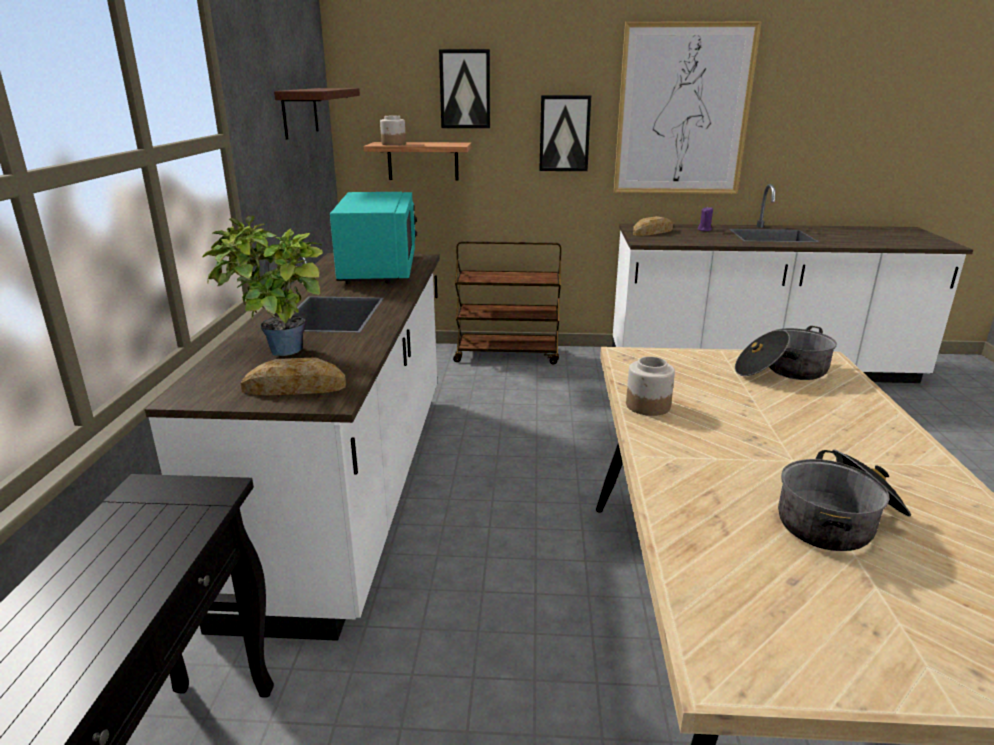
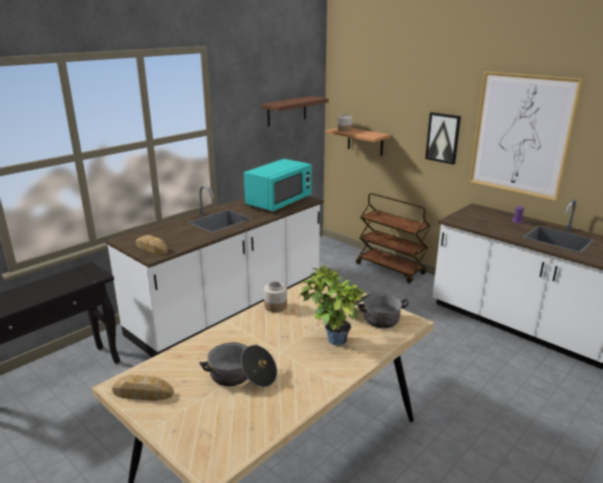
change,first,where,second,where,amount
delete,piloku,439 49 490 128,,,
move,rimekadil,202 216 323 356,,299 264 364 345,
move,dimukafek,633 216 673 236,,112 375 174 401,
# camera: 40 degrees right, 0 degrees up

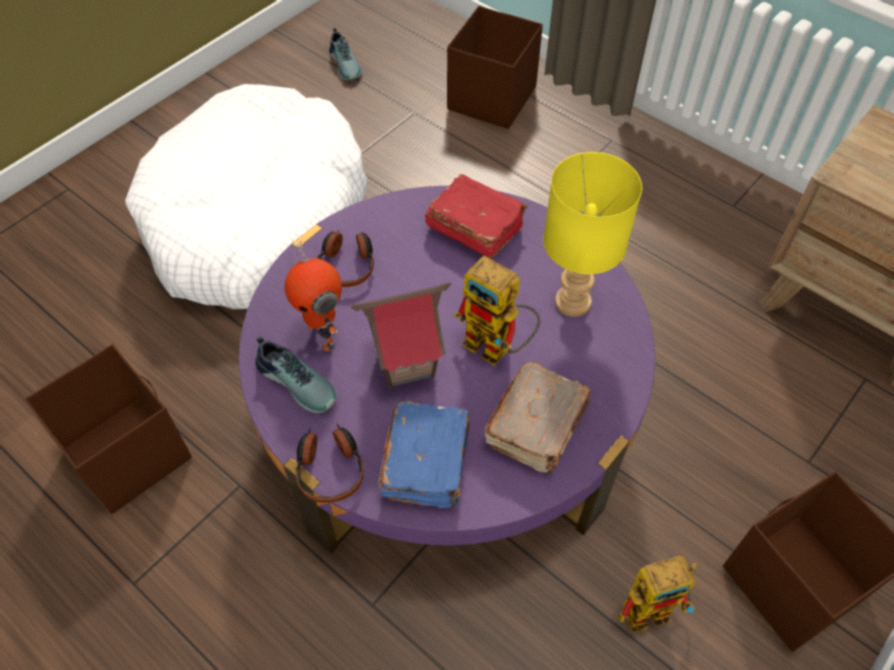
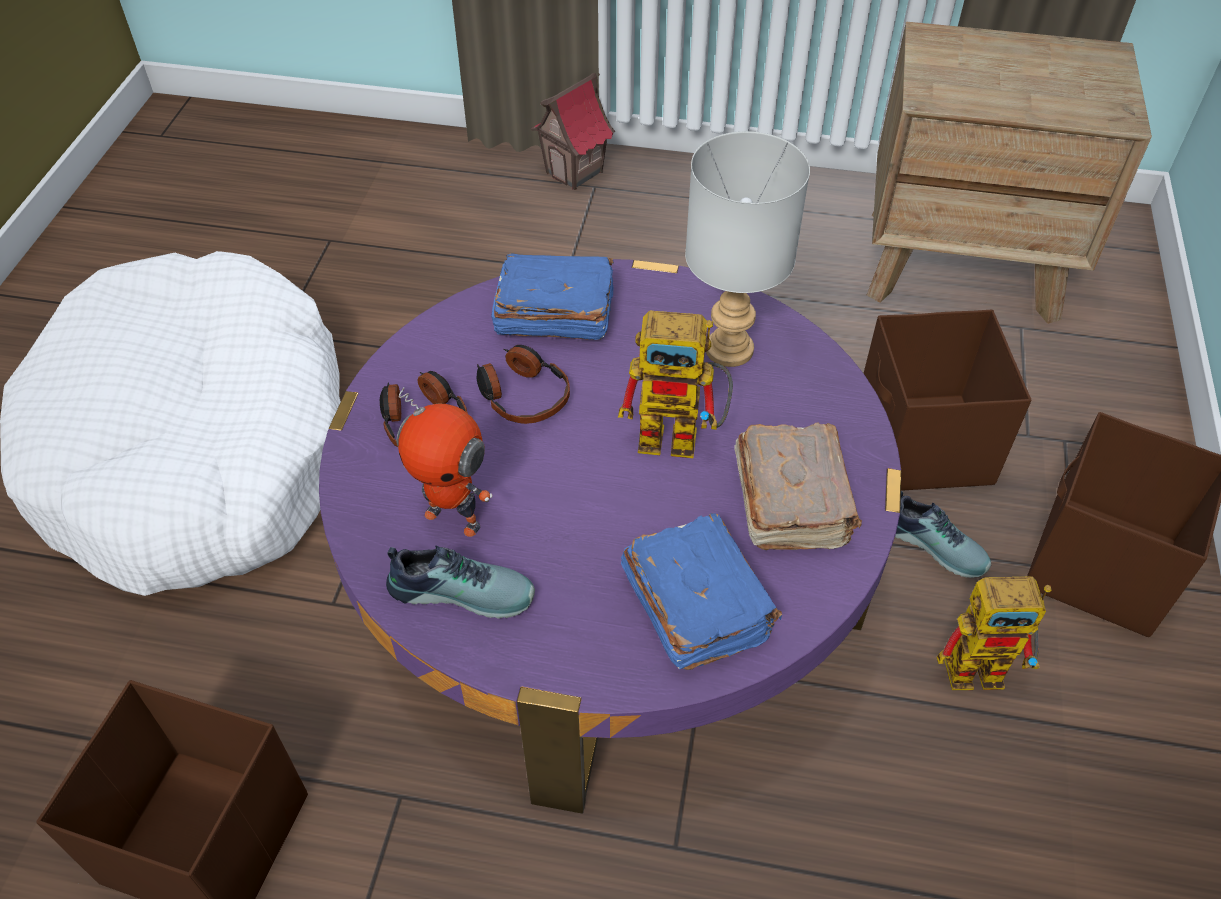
change,first,where,second,where,amount
move,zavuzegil,295 424 364 503,,477 345 570 424,
move,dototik,329 28 362 81,,895 491 991 578,
move,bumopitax,350 282 451 389,,531 73 616 190,
move,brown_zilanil,447 6 543 129,,864 309 1032 491,
recolor,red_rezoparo,425 174 527 258,blue_rezoparo,491 253 614 340,
recolor,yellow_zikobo,543 152 642 317,grey_zikobo,685 131 810 367,
rotate,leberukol,618 555 697 633,,937 576 1052 690,45 degrees clockwise
# camera: 30 degrees left, 5 degrees down

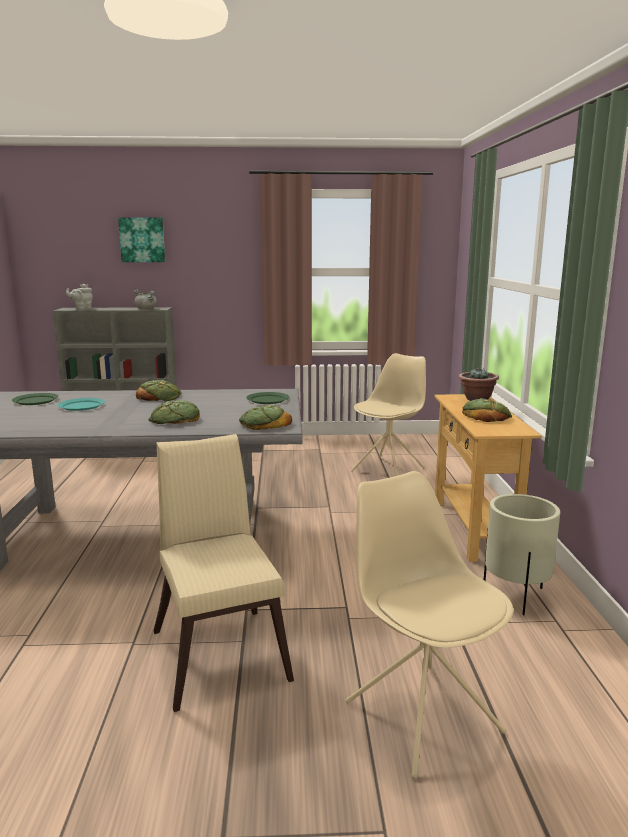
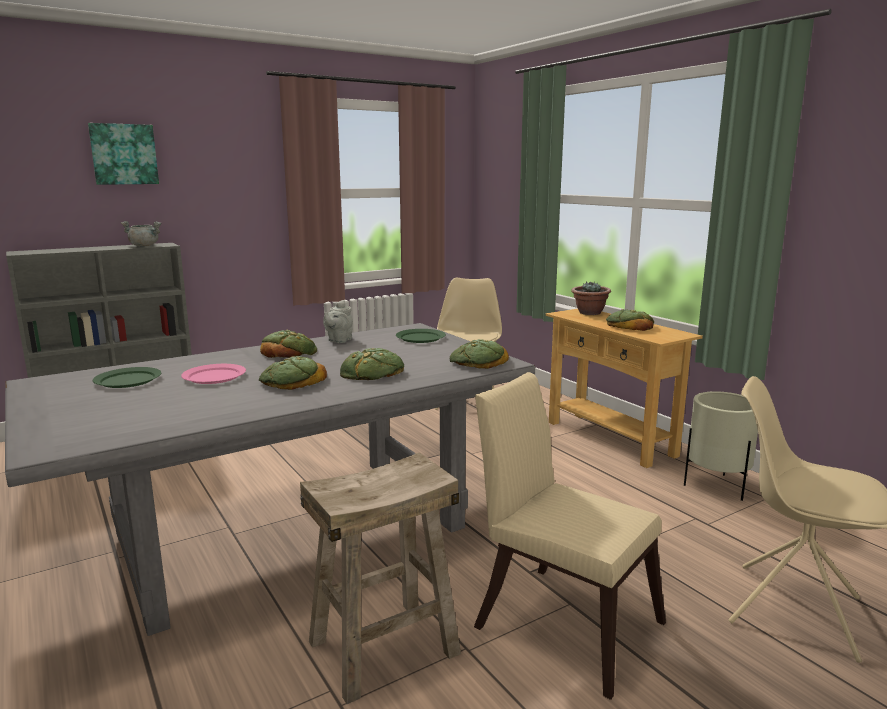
change,first,where,second,where,amount
insert,,,dimukafek,259 356 327 390,
insert,,,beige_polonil,300 452 461 704,
move,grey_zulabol,66 284 93 310,,323 300 353 343,
recolor,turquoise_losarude,58 398 105 411,pink_losarude,181 364 246 384,
# camera: 30 degrees left, 0 degrees up

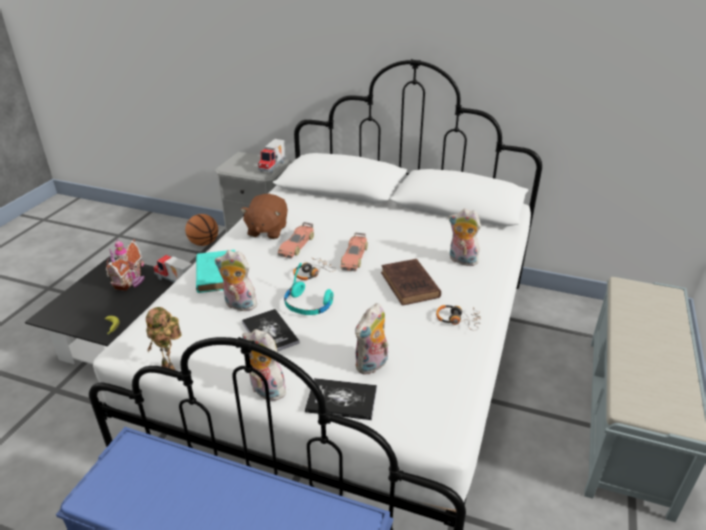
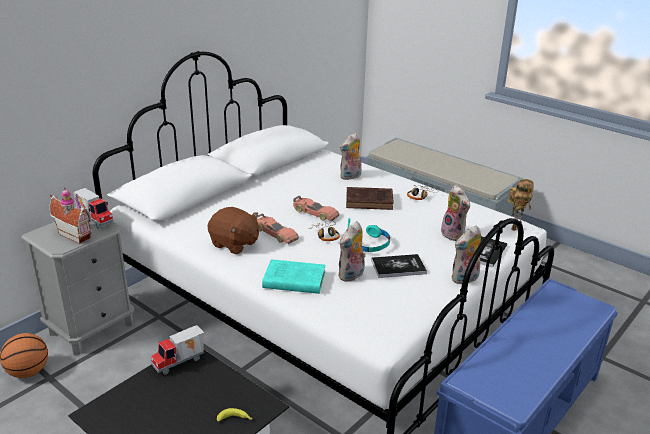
change,first,where,second,where,amount
move,bumopitax,106 239 145 291,,50 187 92 244,
move,leberukol,146 307 181 370,,508 179 533 231,
# camera: 70 degrees left, 5 degrees down

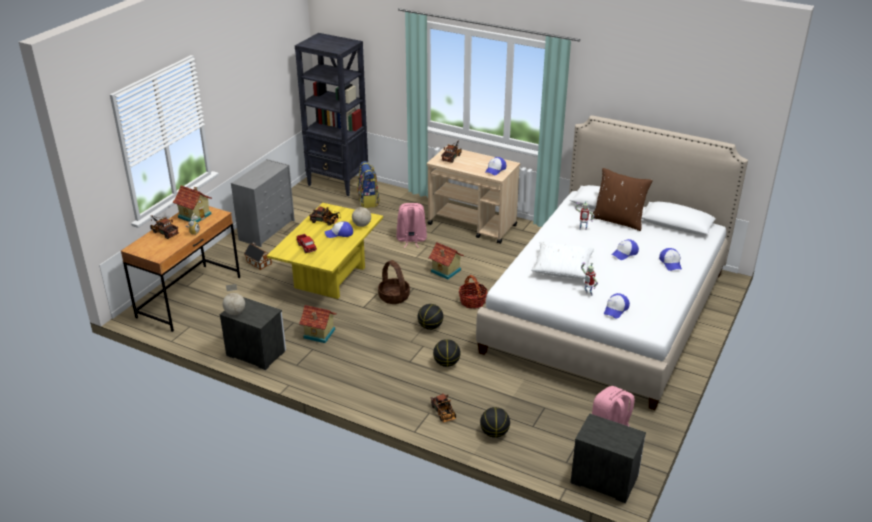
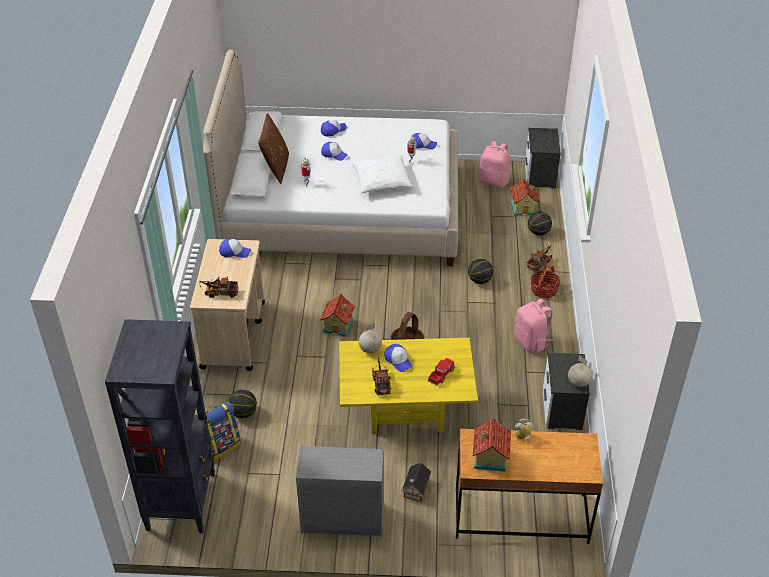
change,first,where,second,where,amount
delete,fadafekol,150 215 179 239,,,
move,bumopitax,299 305 337 343,,510 178 540 216,
move,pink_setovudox,397 203 427 248,,514 298 553 353,
move,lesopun,418 304 443 330,,228 390 257 418,
move,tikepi,459 275 488 309,,531 265 560 298,
# camera: 115 degrees left, 10 degrees up

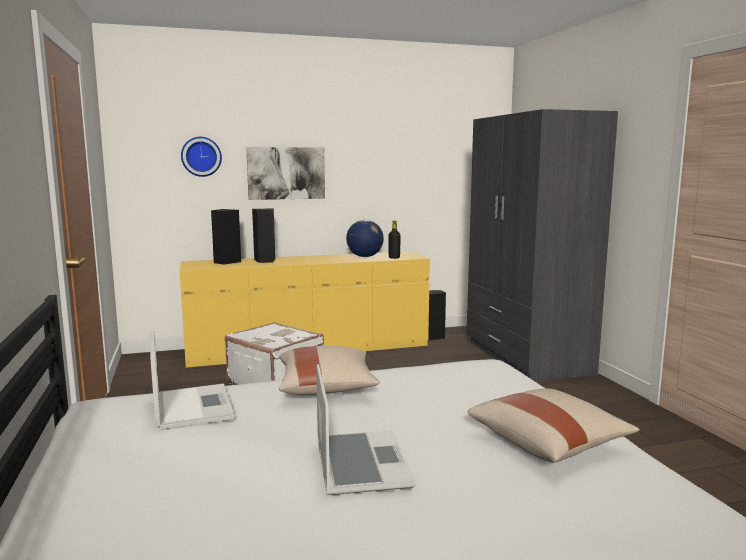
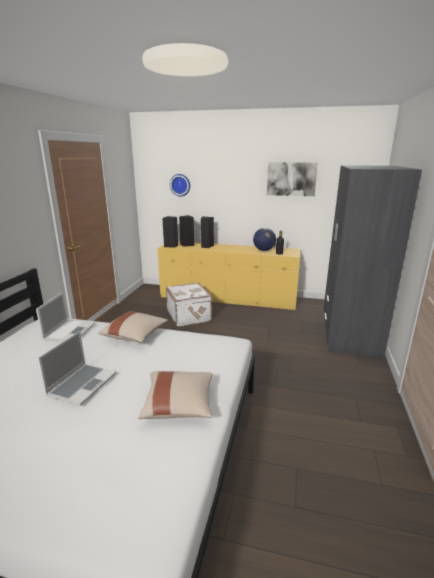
change,first,where,second,where,amount
move,piloku,246 147 325 200,,267 162 318 196,
move,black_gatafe,428 290 446 341,,162 216 178 248,
# camera: 30 degrees right, 10 degrees up

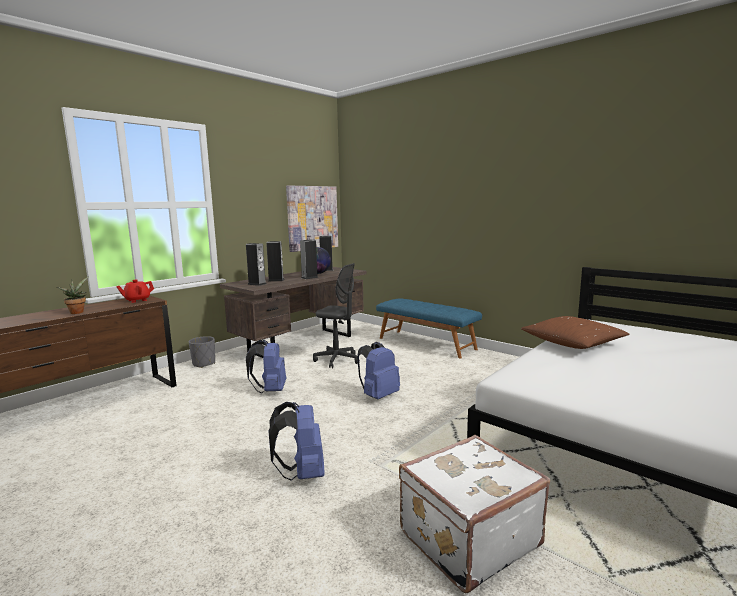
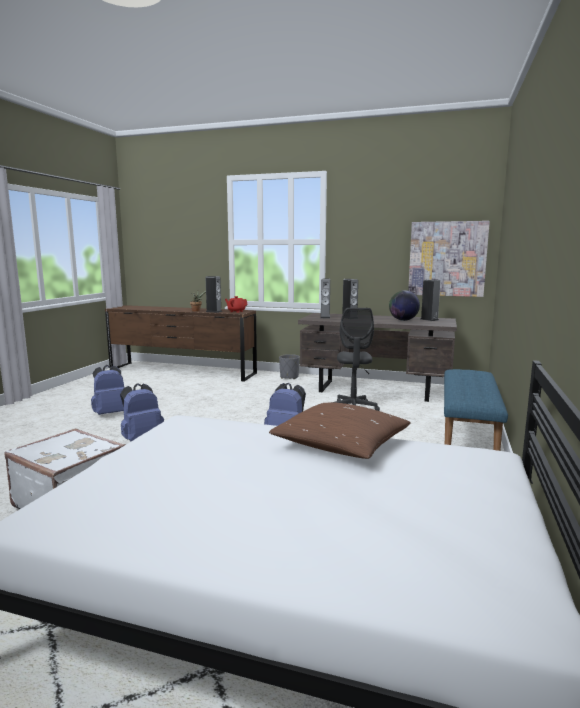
change,first,where,second,where,amount
move,blue_setovudox,246 339 286 393,,91 365 125 415,
move,gatafe,300 239 319 279,,206 276 222 313,
# camera: 65 degrees right, 0 degrees up

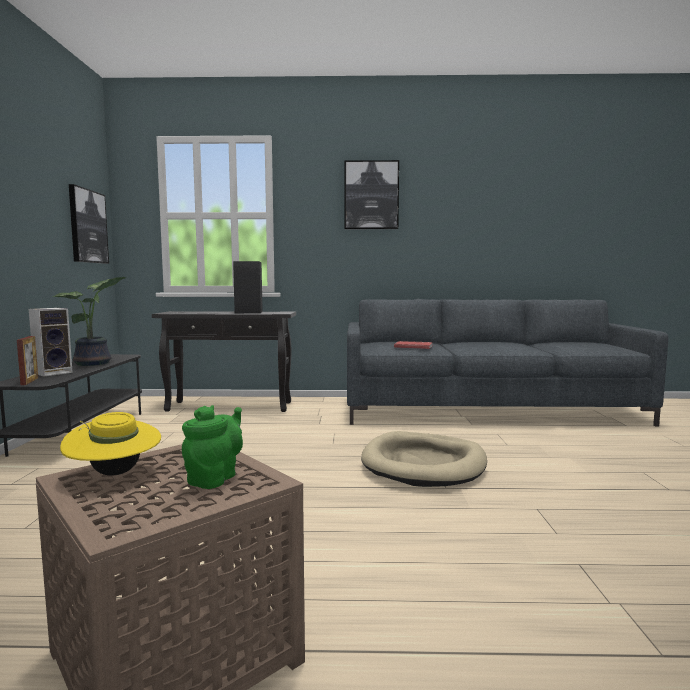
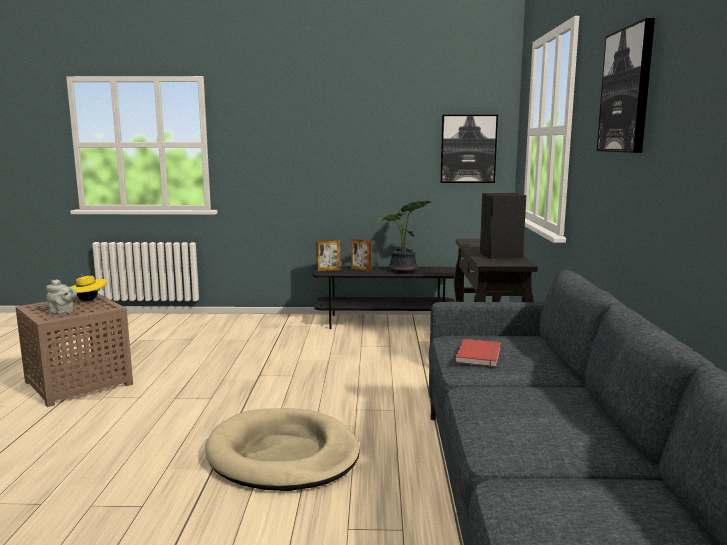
change,first,where,second,where,amount
replace,gatafe,29 308 73 377,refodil,351 239 372 272,
recolor,green_zulabol,182 405 243 489,grey_zulabol,46 279 77 314,
# camera: 90 degrees right, 5 degrees up

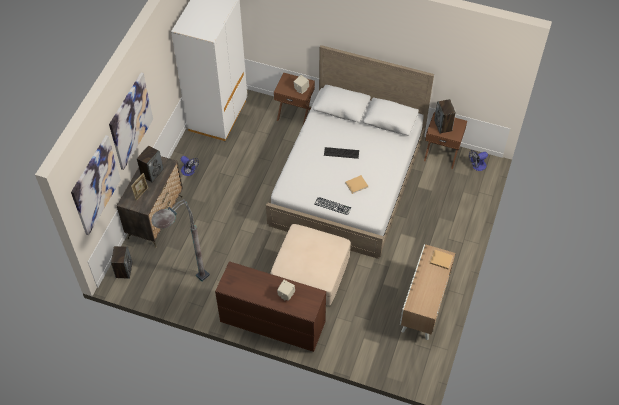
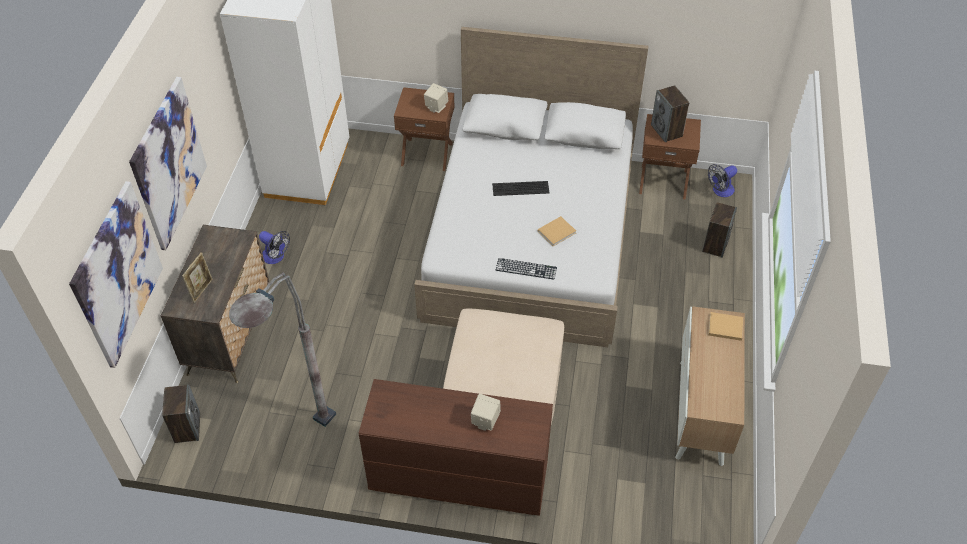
change,first,where,second,where,amount
move,gatafe,137 146 164 182,,702 202 737 258,
# camera: 10 degrees left, 5 degrees down

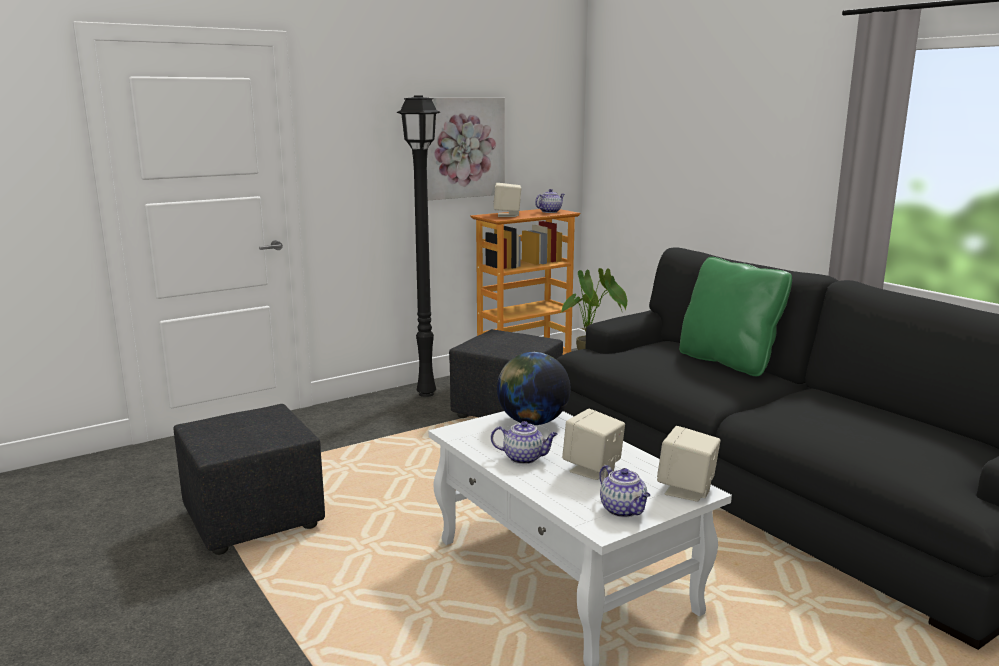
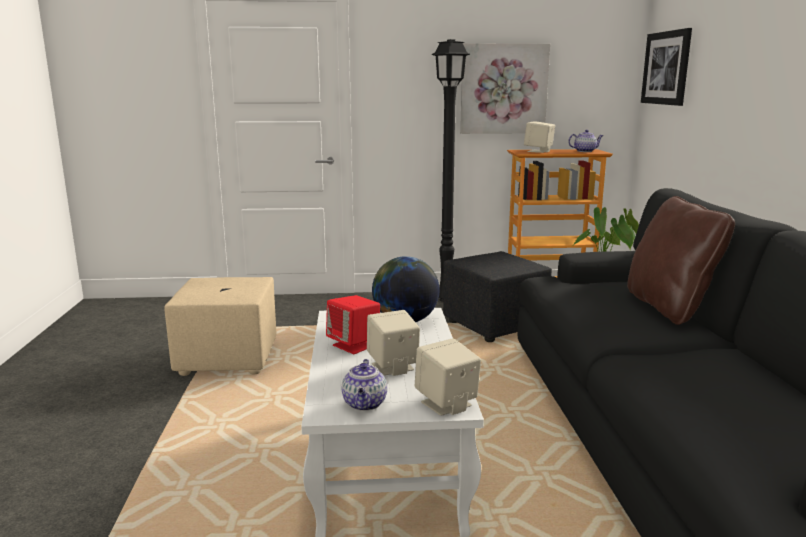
change,first,where,second,where,amount
insert,,,piloku,641 28 692 106,
replace,zulabol,491 421 558 464,red_gatafe,326 295 380 354,
recolor,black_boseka,174 404 325 555,beige_boseka,164 277 276 376,
recolor,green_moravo,679 257 792 376,brown_moravo,627 196 735 325,
# camera: 30 degrees right, 0 degrees up

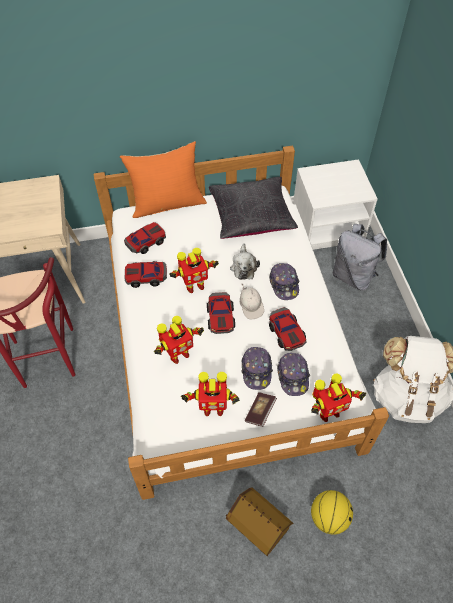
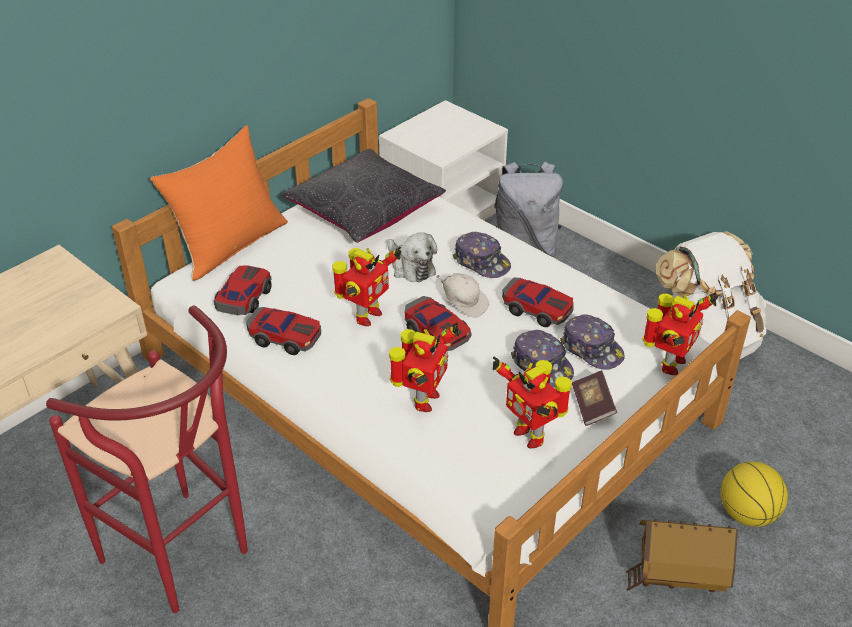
change,first,where,second,where,amount
rotate,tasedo,125 261 167 288,,246 307 321 355,120 degrees counterclockwise
rotate,leberukol,181 372 240 416,,492 357 572 449,90 degrees clockwise
# camera: 35 degrees left, 15 degrees down

